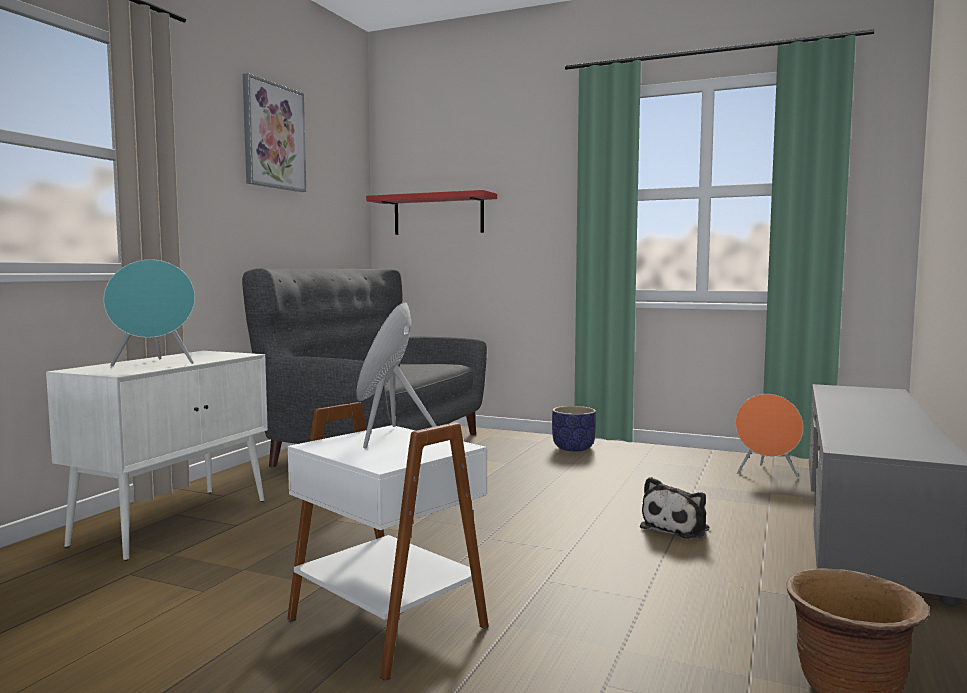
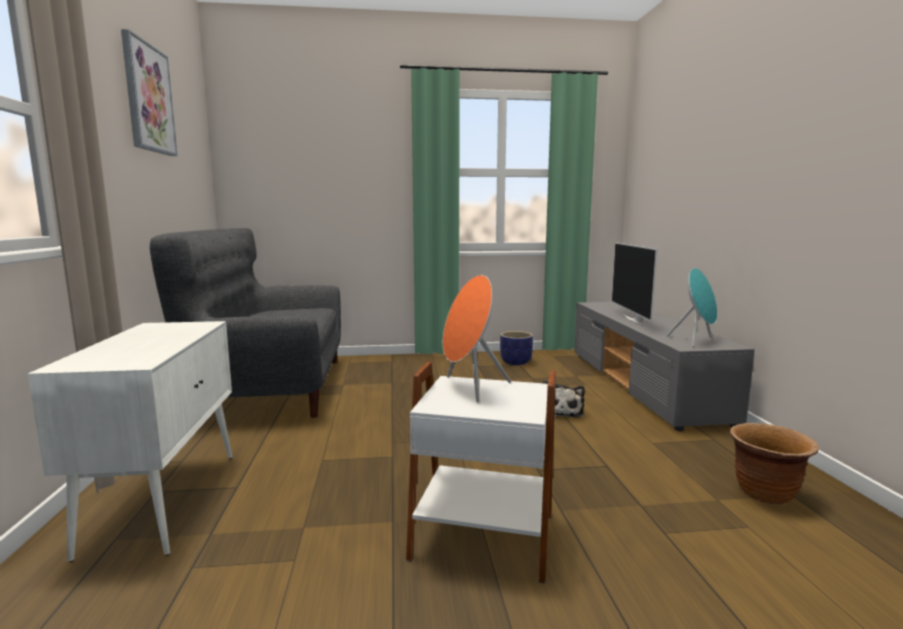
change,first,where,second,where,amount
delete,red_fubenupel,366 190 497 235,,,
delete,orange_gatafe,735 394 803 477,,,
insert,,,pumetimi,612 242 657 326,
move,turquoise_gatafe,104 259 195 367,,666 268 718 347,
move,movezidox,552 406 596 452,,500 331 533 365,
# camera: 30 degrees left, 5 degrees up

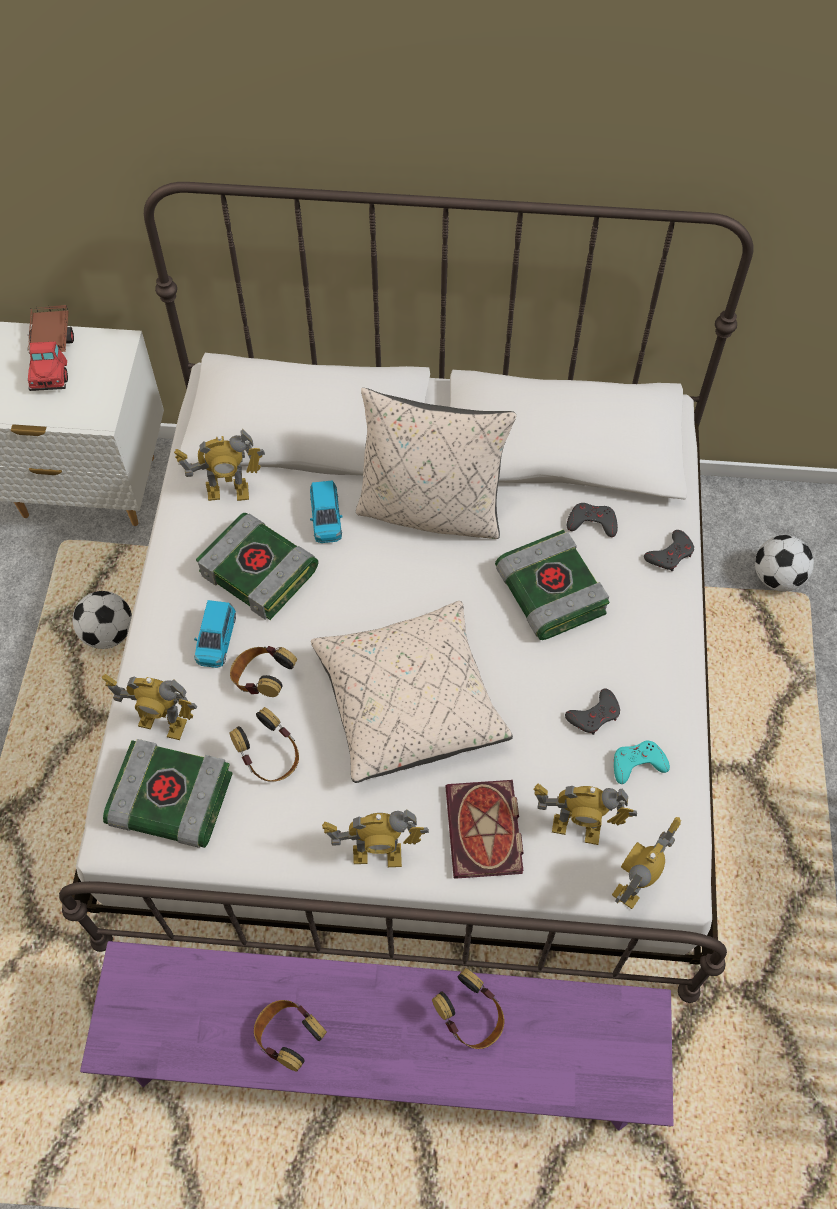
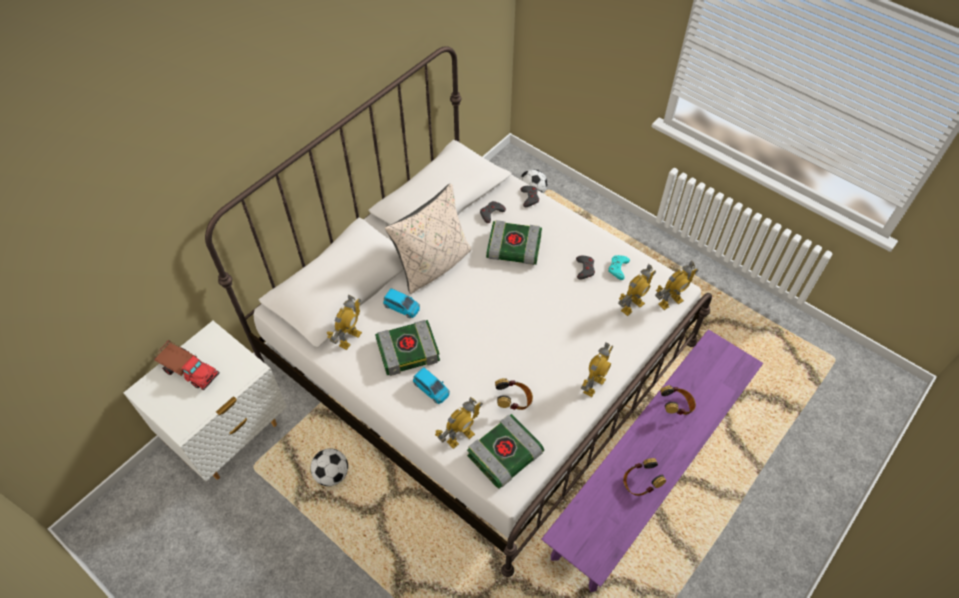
change,first,where,second,where,amount
delete,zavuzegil,230 646 297 697,,,
delete,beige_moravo,311 601 513 783,,,
delete,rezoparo,445 780 523 879,,,
rotate,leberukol,612 817 681 909,,655 261 699 310,105 degrees counterclockwise
# camera: 55 degrees left, 5 degrees down

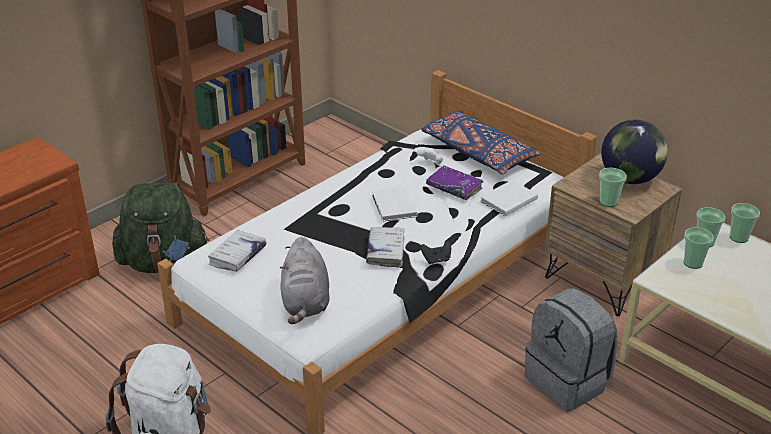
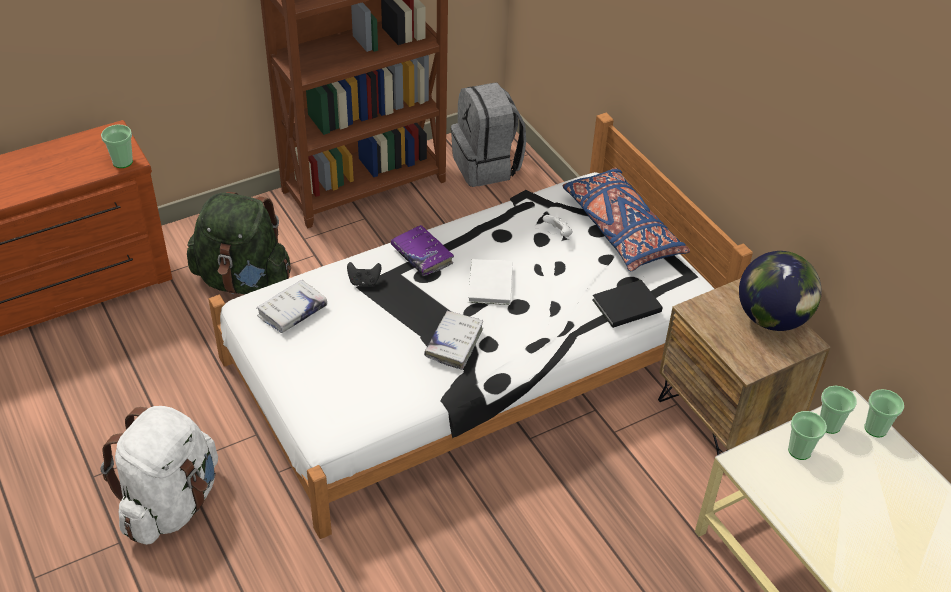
change,first,where,second,where,amount
delete,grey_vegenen,280 237 330 324,,,
move,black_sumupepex,420 240 451 264,,347 262 381 286,
move,purple_rezoparo,426 166 484 200,,391 225 454 276,
move,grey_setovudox,525 288 618 411,,451 83 526 187,
move,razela,599 168 627 207,,101 124 133 168,
recolor,white_rezoparo,480 180 538 216,black_rezoparo,592 280 663 328,
# camera: 15 degrees right, 10 degrees up

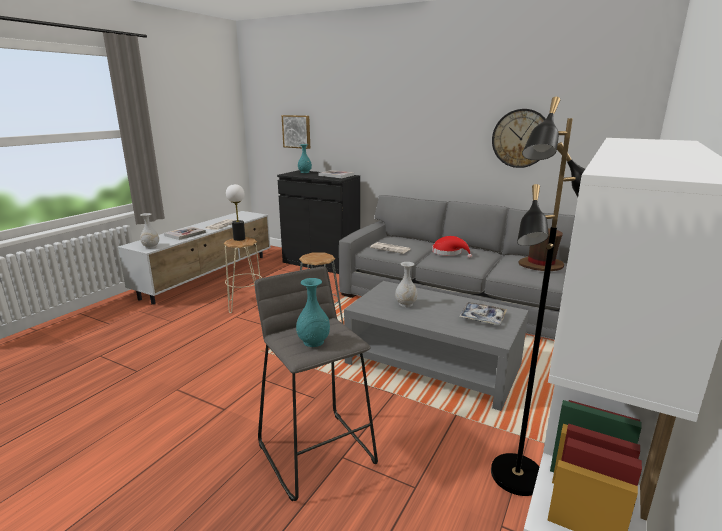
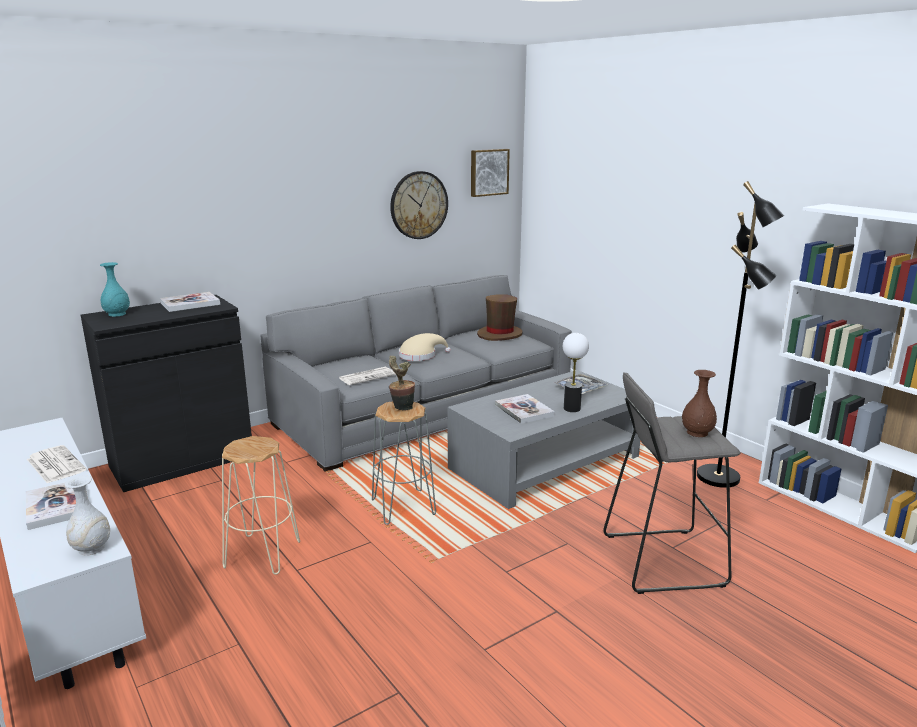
change,first,where,second,where,amount
insert,,,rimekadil,389 356 415 410,
move,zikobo,226 184 245 241,,563 333 589 412,
move,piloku,282 115 310 149,,471 149 510 197,
replace,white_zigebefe,395 262 418 307,rezoparo,495 394 555 424,
recolor,turquoise_zigebefe,296 278 330 347,brown_zigebefe,682 370 717 437,
recolor,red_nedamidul,432 236 472 258,beige_nedamidul,399 333 451 361,
# camera: 65 degrees left, 0 degrees up

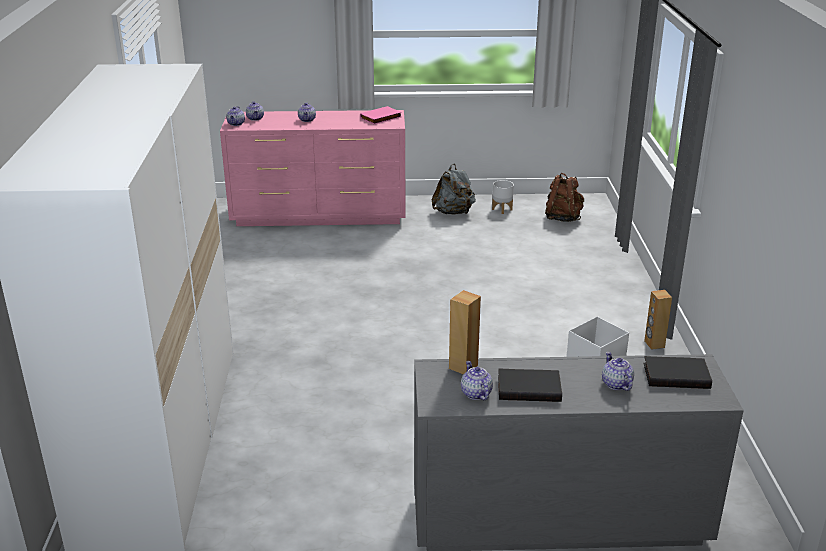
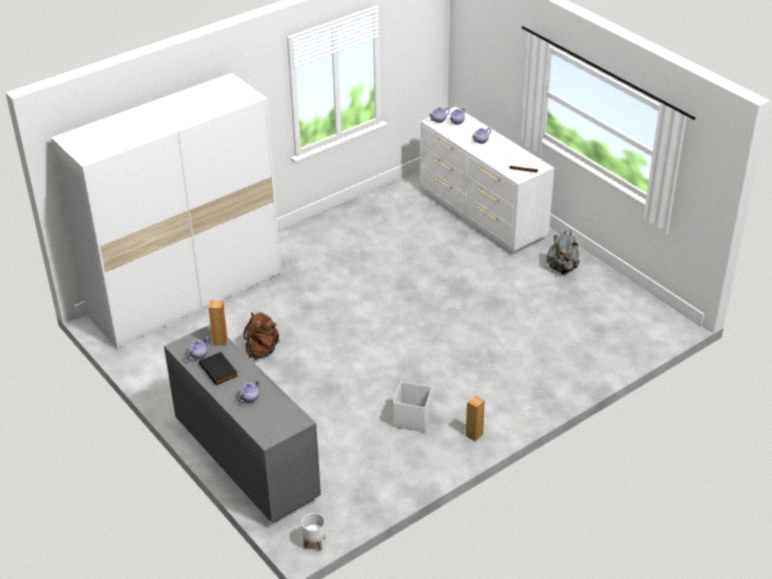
change,first,where,second,where,amount
delete,black_rezoparo,643 356 712 389,,,
move,white_movezidox,492 180 514 214,,301 513 326 551,
move,brown_setovudox,545 173 584 222,,243 312 280 360,
recolor,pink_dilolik,220 110 406 226,white_dilolik,420 107 554 254,
recolor,pink_rezoparo,360 106 402 124,white_rezoparo,509 155 542 173,
# camera: 55 degrees right, 10 degrees up

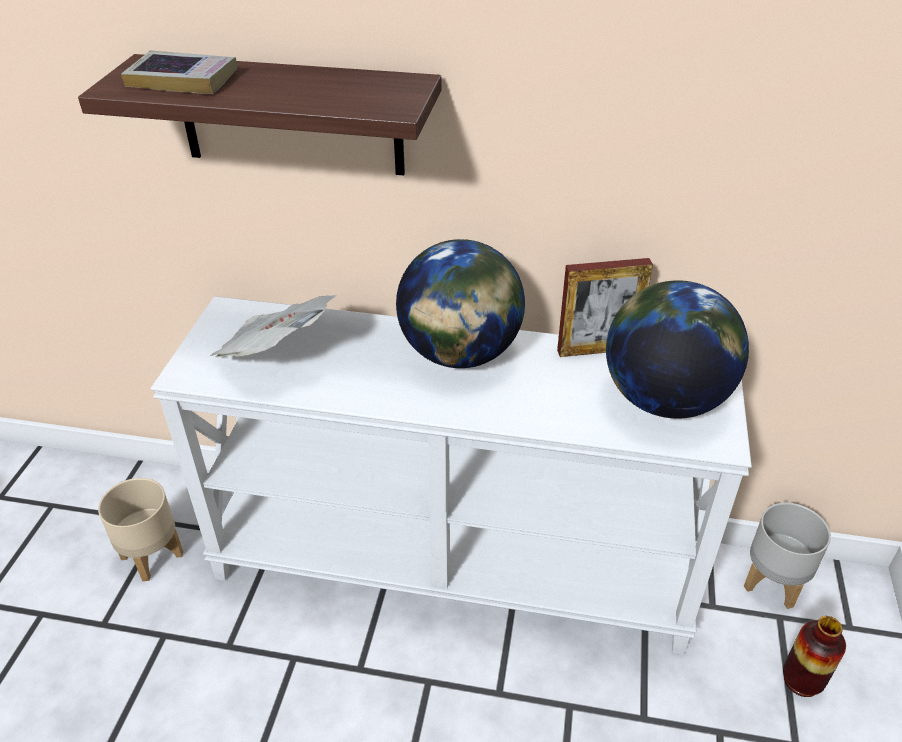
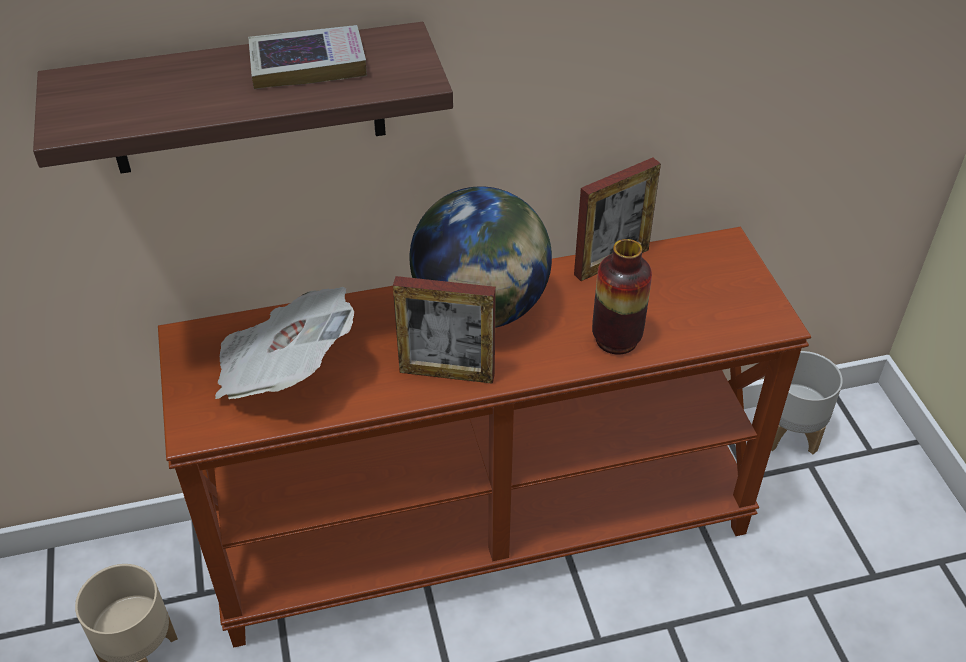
change,first,where,second,where,amount
delete,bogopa,606 280 749 419,,,
insert,,,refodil,393 276 496 384,
move,rezoparo,121 50 238 94,,248 25 367 89,
move,zigebefe,783 616 846 697,,592 239 652 355,
recolor,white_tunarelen,151 296 752 655,brown_tunarelen,158 227 811 648,
# camera: 25 degrees left, 5 degrees up

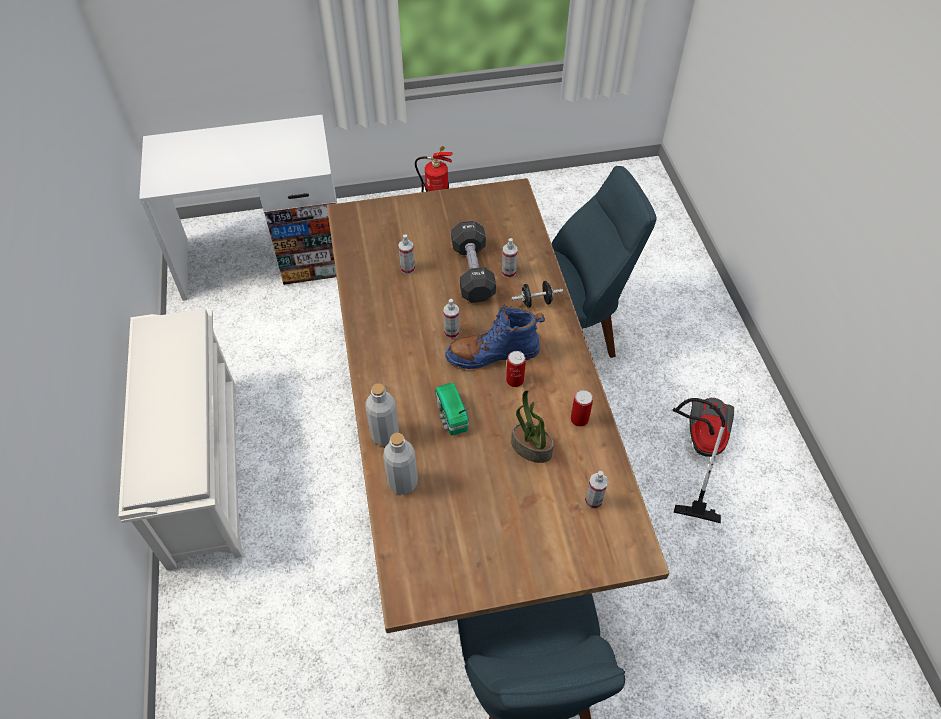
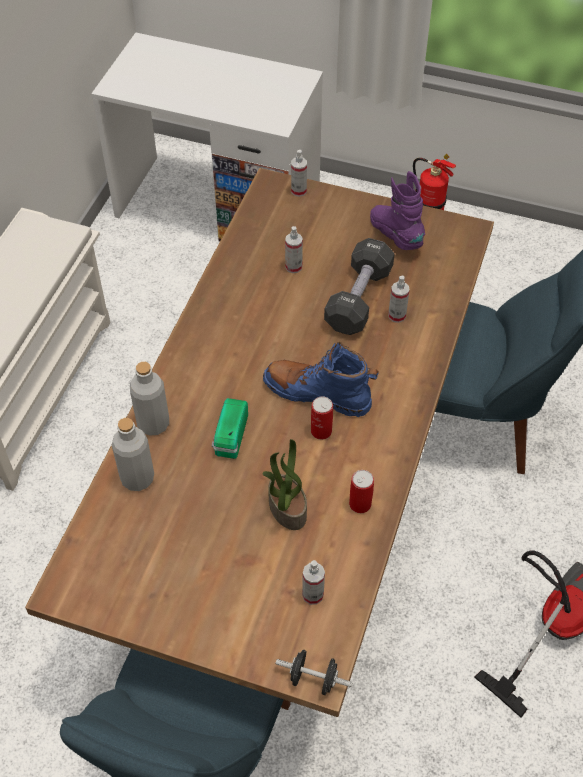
change,first,where,second,where,amount
insert,,,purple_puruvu,370 171 425 250,
move,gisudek,443 299 459 339,,291 150 307 197,
move,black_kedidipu,511 281 563 308,,275 650 353 695,
# camera: 30 degrees right, 0 degrees up

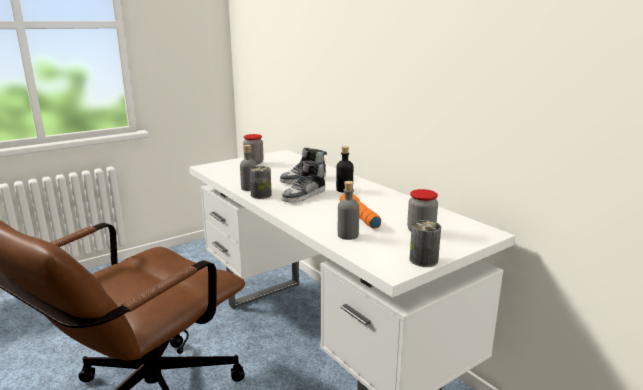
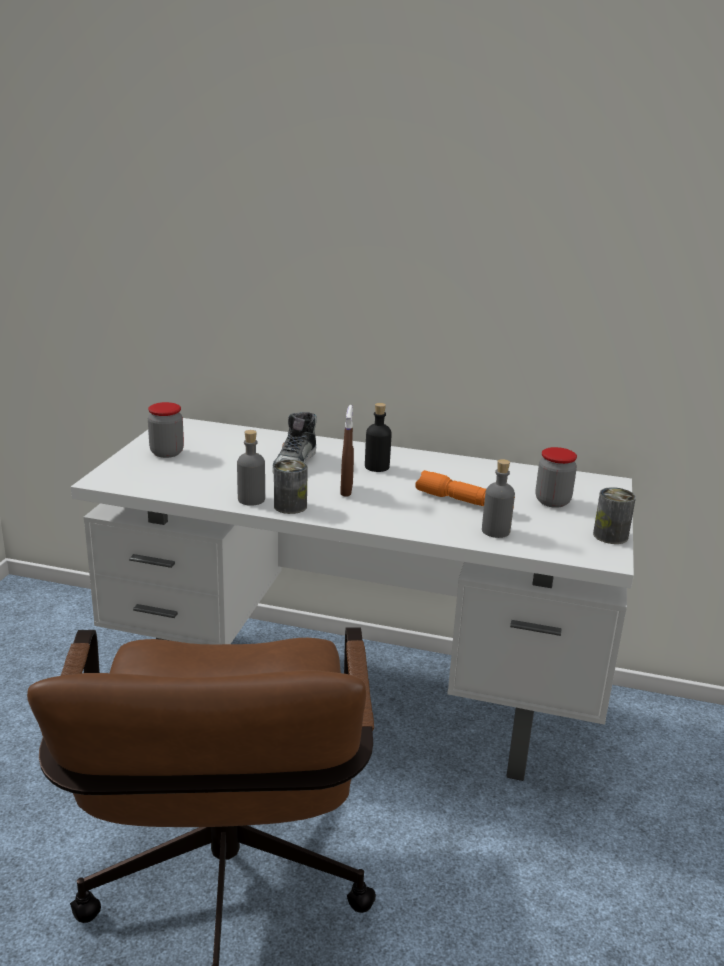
change,first,where,second,where,amount
replace,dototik,282 161 326 203,brown_gisudek,340 405 354 497,
# camera: 40 degrees left, 5 degrees up

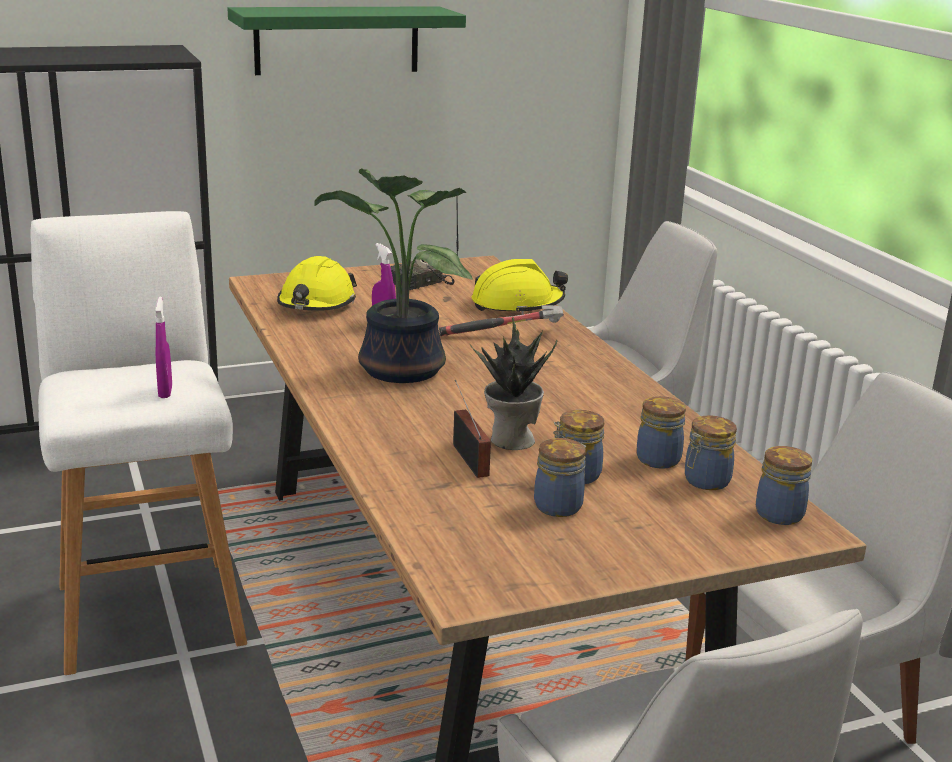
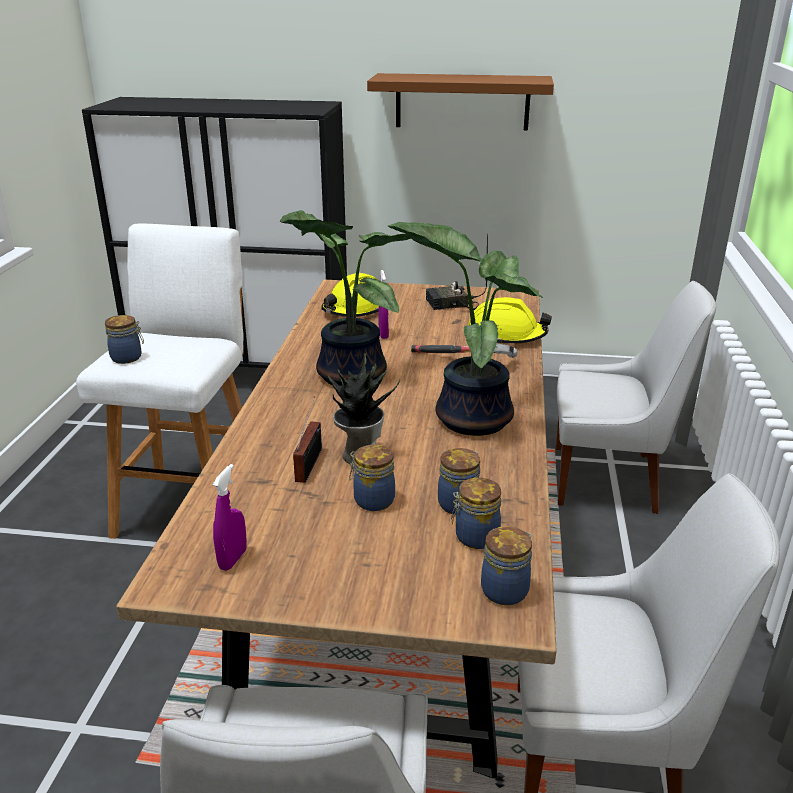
change,first,where,second,where,amount
insert,,,rimekadil,388 222 543 436,
move,purple_gisudek,155 297 172 398,,213 464 247 571,
move,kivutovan,534 438 586 517,,105 315 144 364,
recolor,green_fubenupel,228 6 466 75,brown_fubenupel,367 73 554 130,
# camera: 30 degrees right, 5 degrees up

